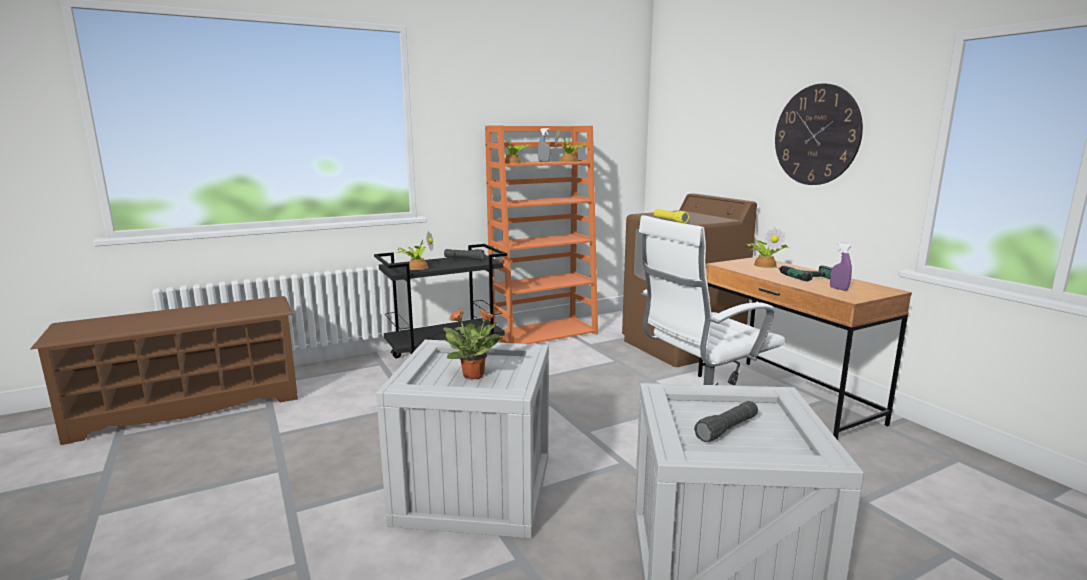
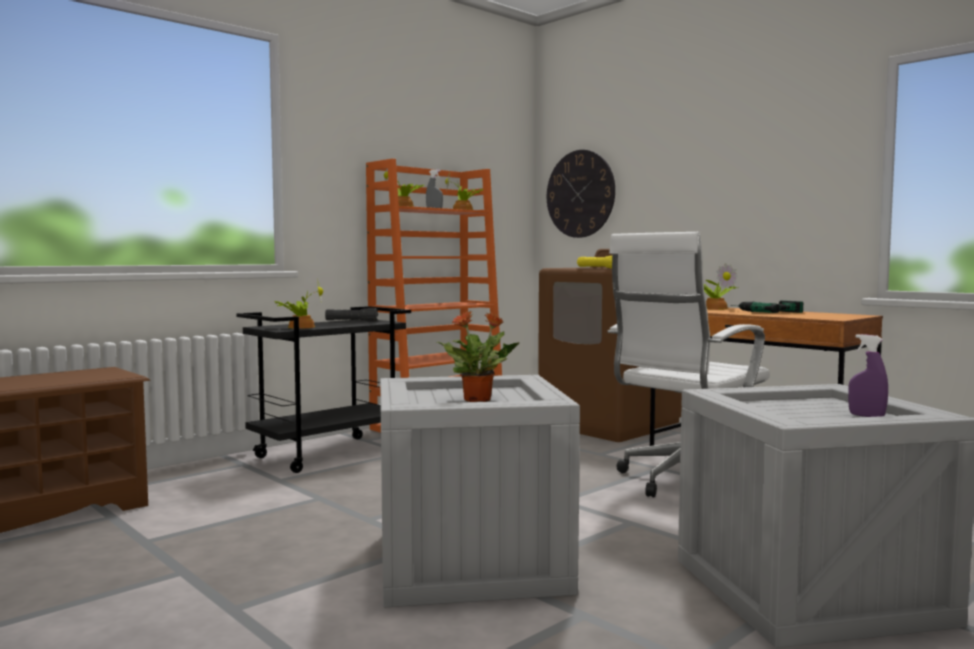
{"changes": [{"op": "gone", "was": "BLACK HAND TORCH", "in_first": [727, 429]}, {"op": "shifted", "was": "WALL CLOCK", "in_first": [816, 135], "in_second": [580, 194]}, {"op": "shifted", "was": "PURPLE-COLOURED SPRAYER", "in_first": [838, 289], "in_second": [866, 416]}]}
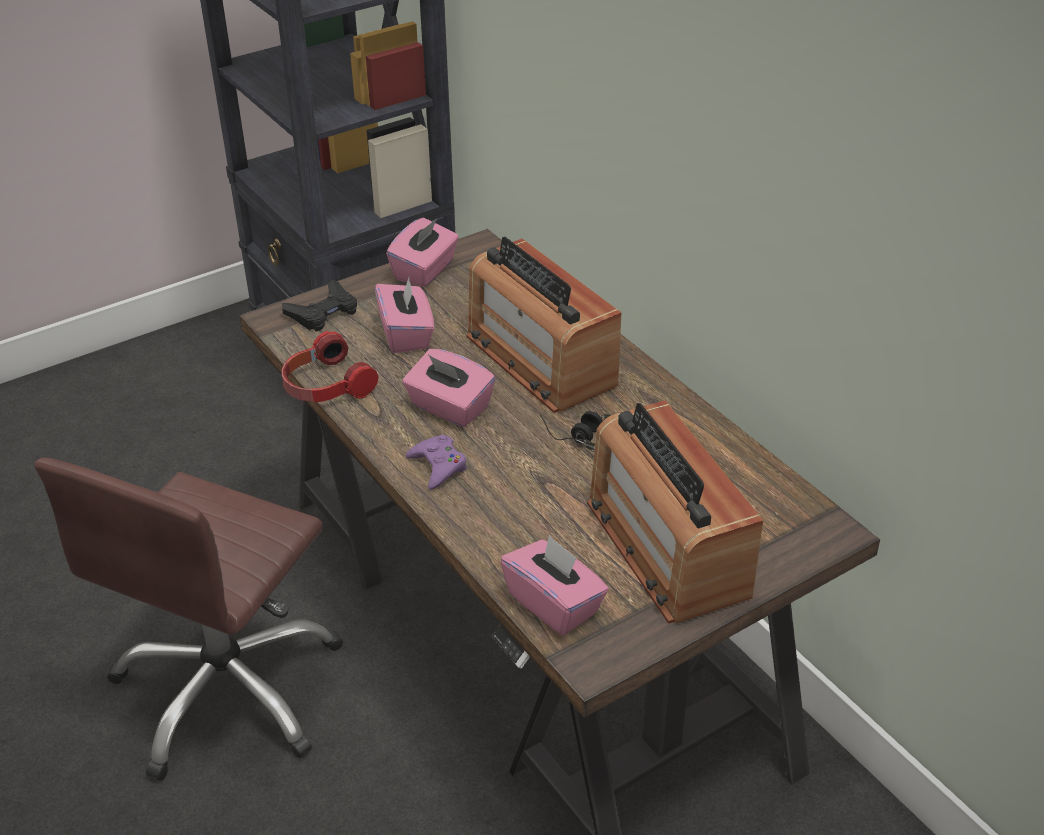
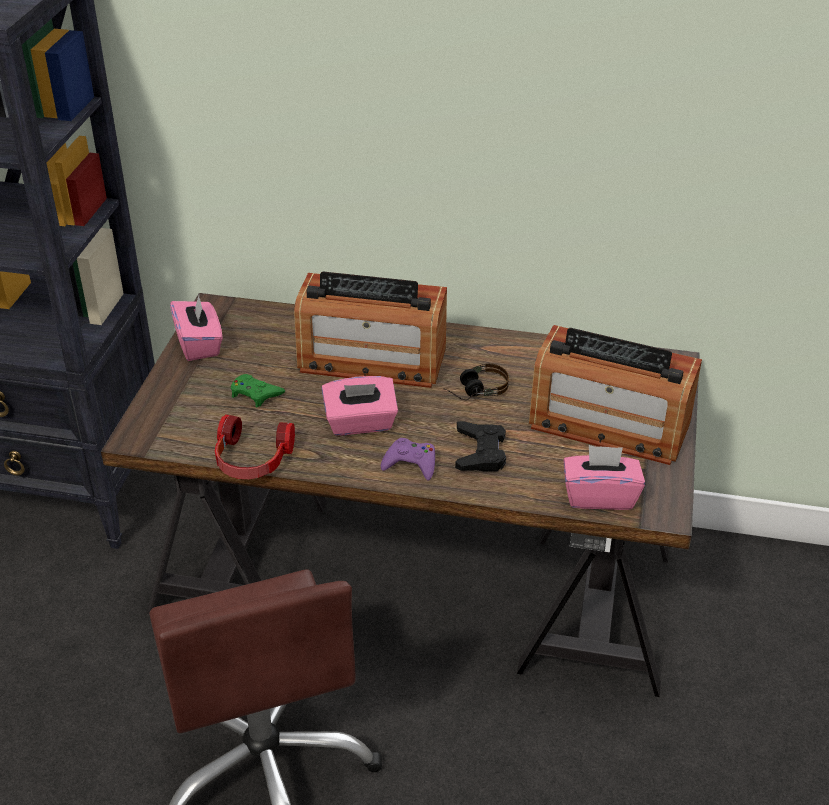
{"changes": [{"op": "shifted", "was": "BLACK GAME CONTROLLER", "in_first": [323, 312], "in_second": [480, 452]}, {"op": "swapped", "was": "PINK-COLOURED TISSUE BOX", "now": "GREEN GAME CONTROLLER", "in_first": [406, 334], "in_second": [255, 394]}]}
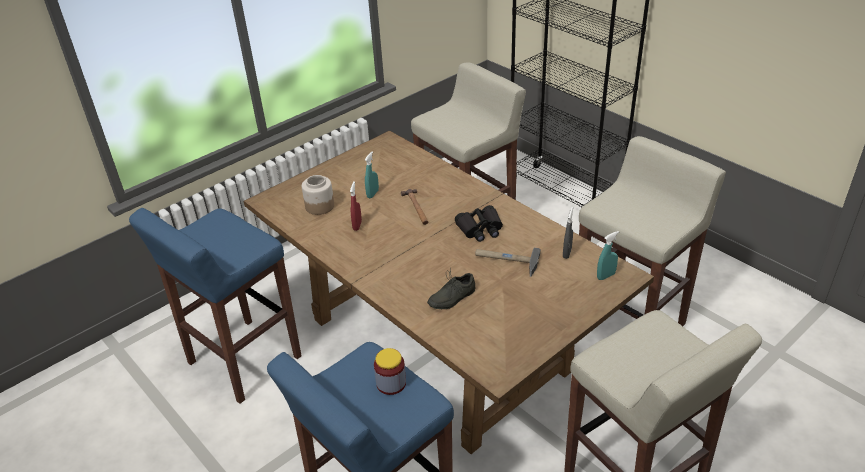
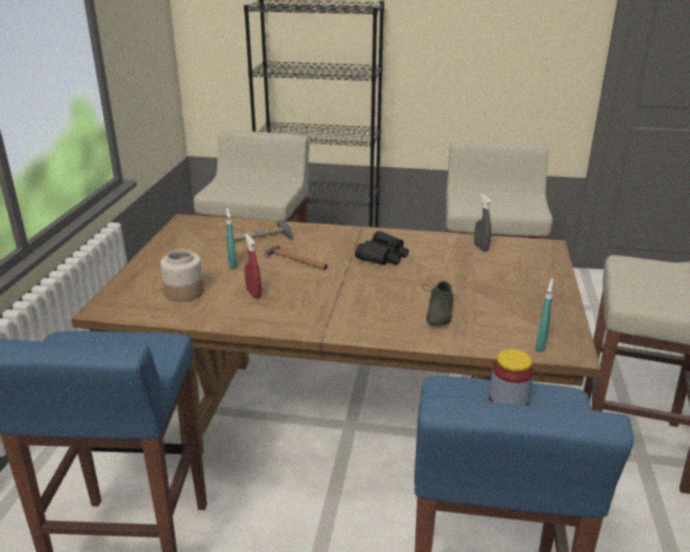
{"changes": [{"op": "shifted", "was": "HAND HAMMER", "in_first": [506, 260], "in_second": [259, 237]}, {"op": "shifted", "was": "TURQUOISE SPRAYER", "in_first": [606, 276], "in_second": [540, 345]}]}
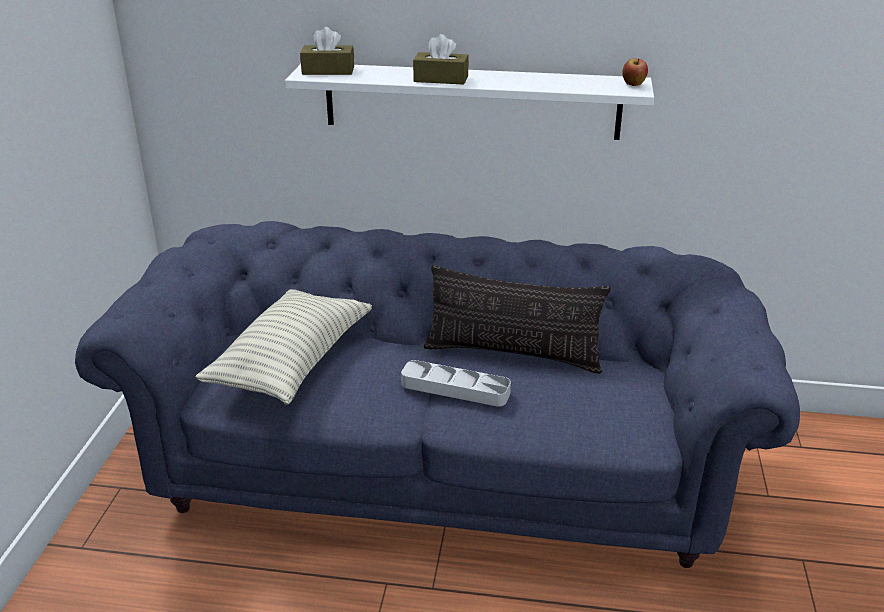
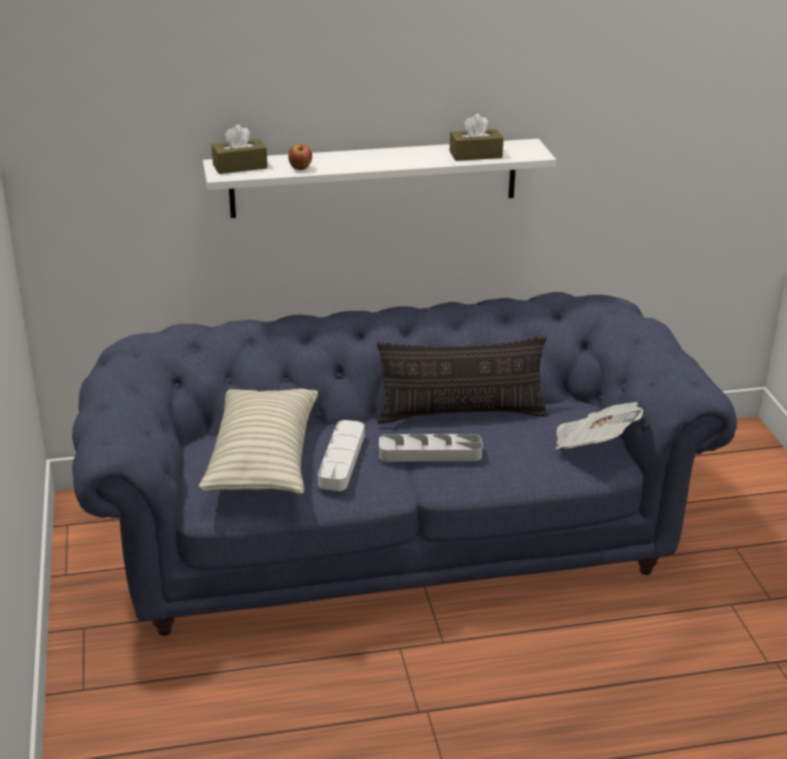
{"changes": [{"op": "new", "now": "WHITE TRAY", "in_second": [341, 460]}, {"op": "new", "now": "DAILY PAPER", "in_second": [593, 444]}, {"op": "shifted", "was": "BROWNISH TISSUE BOX", "in_first": [441, 79], "in_second": [475, 154]}, {"op": "shifted", "was": "APPLE FRUIT", "in_first": [633, 85], "in_second": [300, 168]}]}
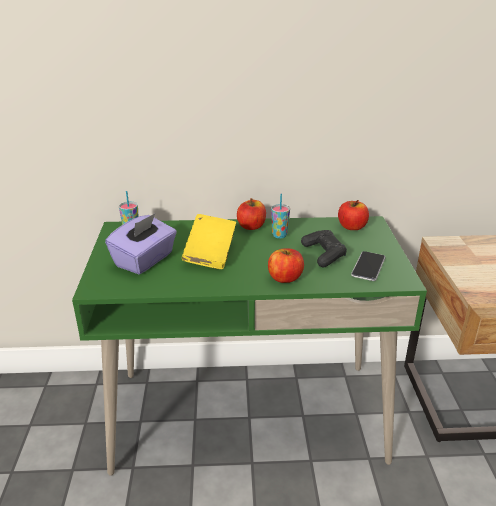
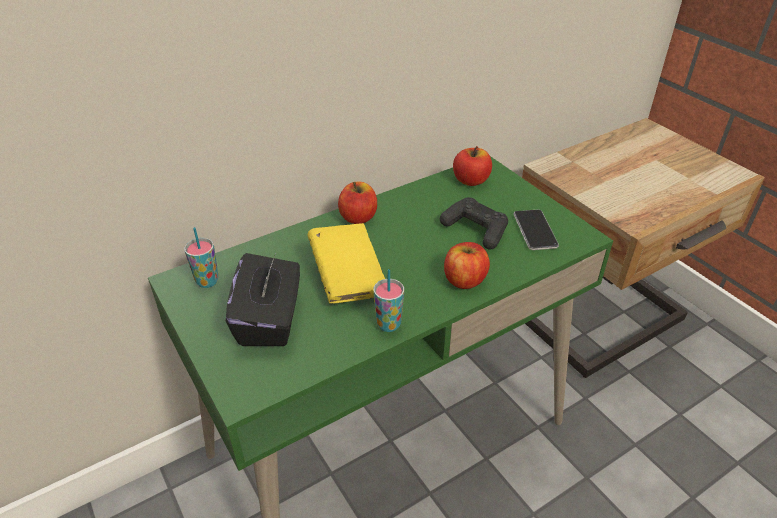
{"changes": [{"op": "shifted", "was": "DRINKING CUP", "in_first": [279, 235], "in_second": [388, 324]}, {"op": "repainted", "was": "PURPLE-COLOURED TISSUE BOX", "now": "BLACK TISSUE BOX", "in_first": [145, 260], "in_second": [270, 320]}]}
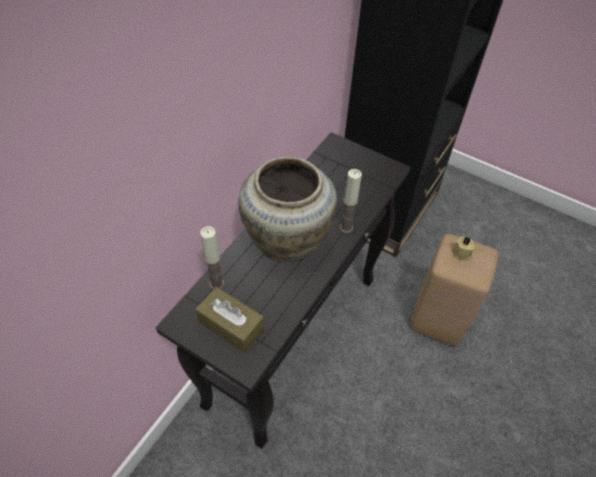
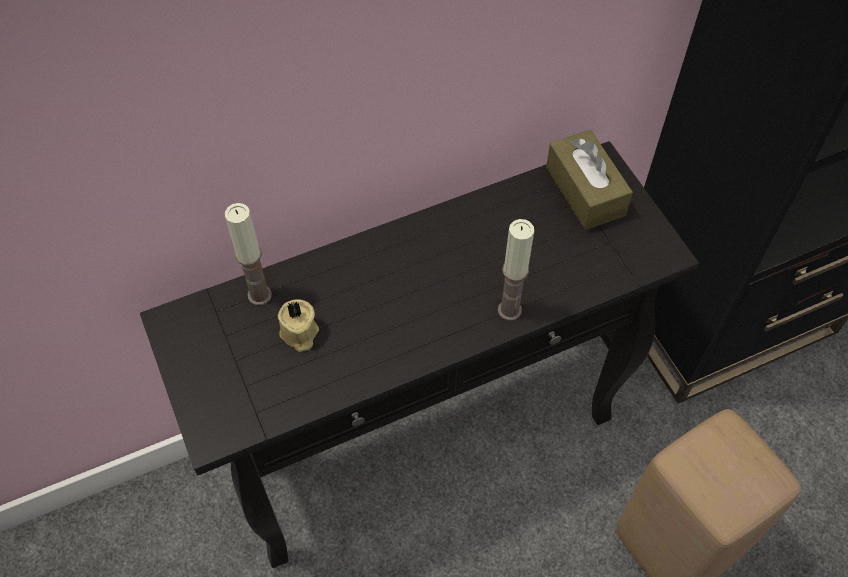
{"changes": [{"op": "gone", "was": "BEIGE FLOWER VASE", "in_first": [287, 239]}, {"op": "shifted", "was": "BROWNISH TISSUE BOX", "in_first": [231, 325], "in_second": [585, 191]}, {"op": "shifted", "was": "BEIGE CANDLE", "in_first": [462, 254], "in_second": [299, 334]}]}
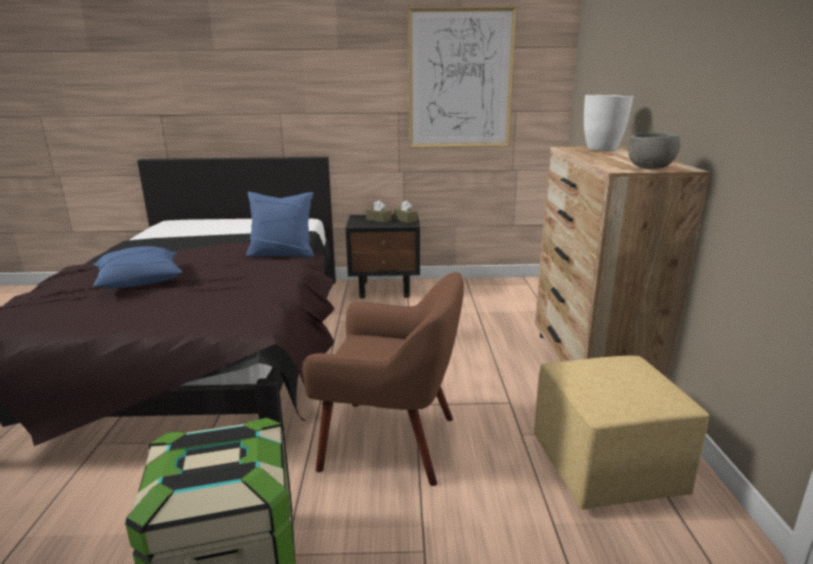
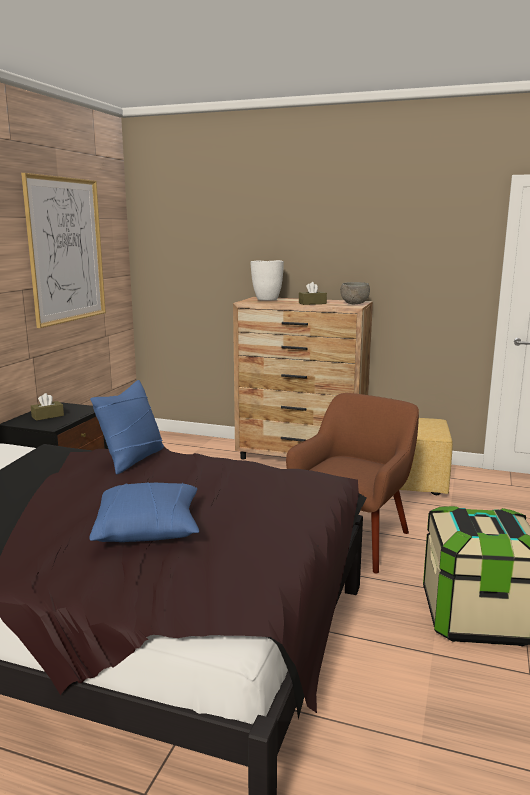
{"changes": [{"op": "shifted", "was": "BROWNISH TISSUE BOX", "in_first": [405, 220], "in_second": [312, 303]}]}
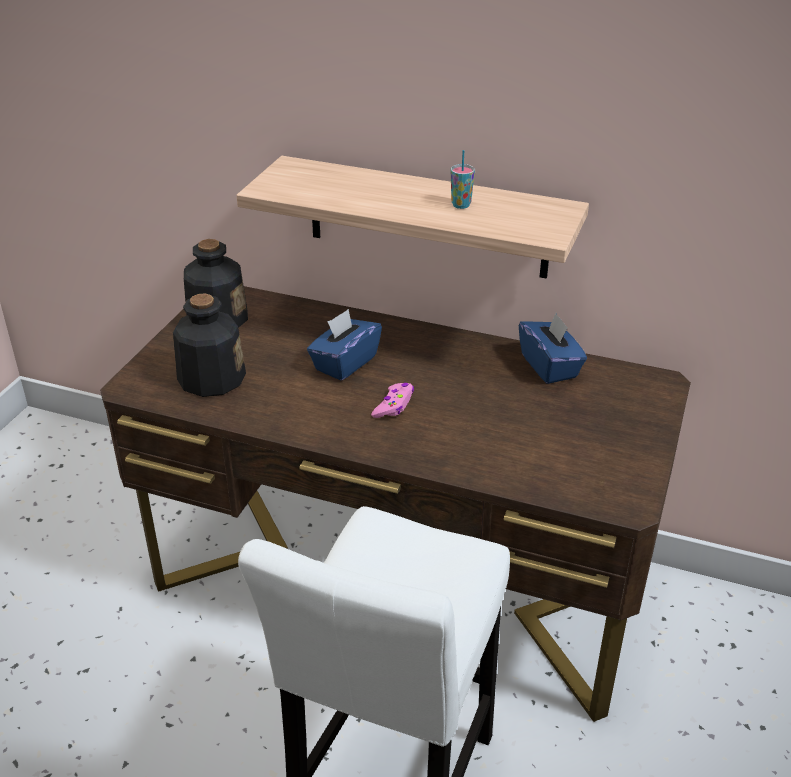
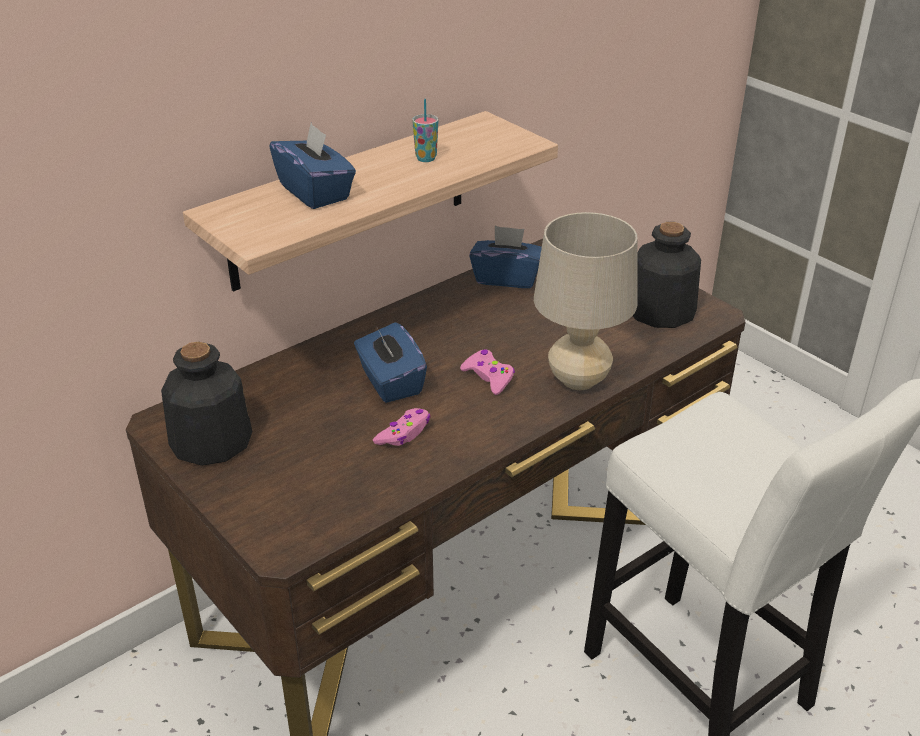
{"changes": [{"op": "new", "now": "BLUISH TISSUE BOX", "in_second": [315, 192]}, {"op": "new", "now": "PINK-COLOURED GAME CONTROLLER", "in_second": [404, 433]}, {"op": "new", "now": "BEIGE LAMP FOR A TABLE", "in_second": [578, 380]}, {"op": "shifted", "was": "DRINK BOTTLE", "in_first": [211, 378], "in_second": [660, 311]}]}
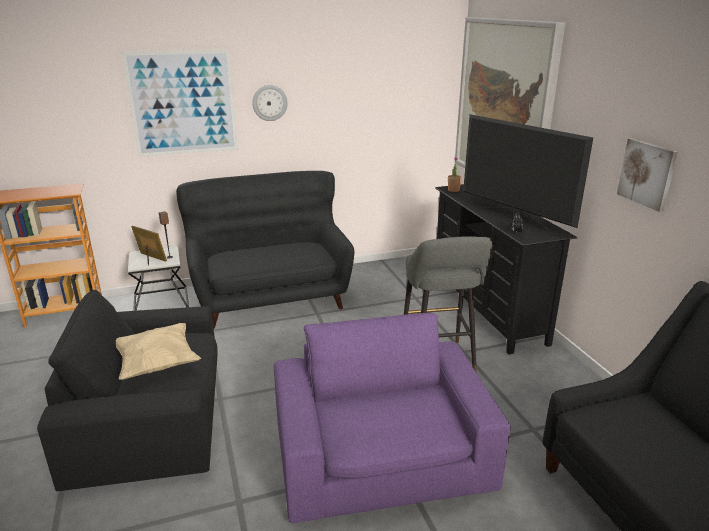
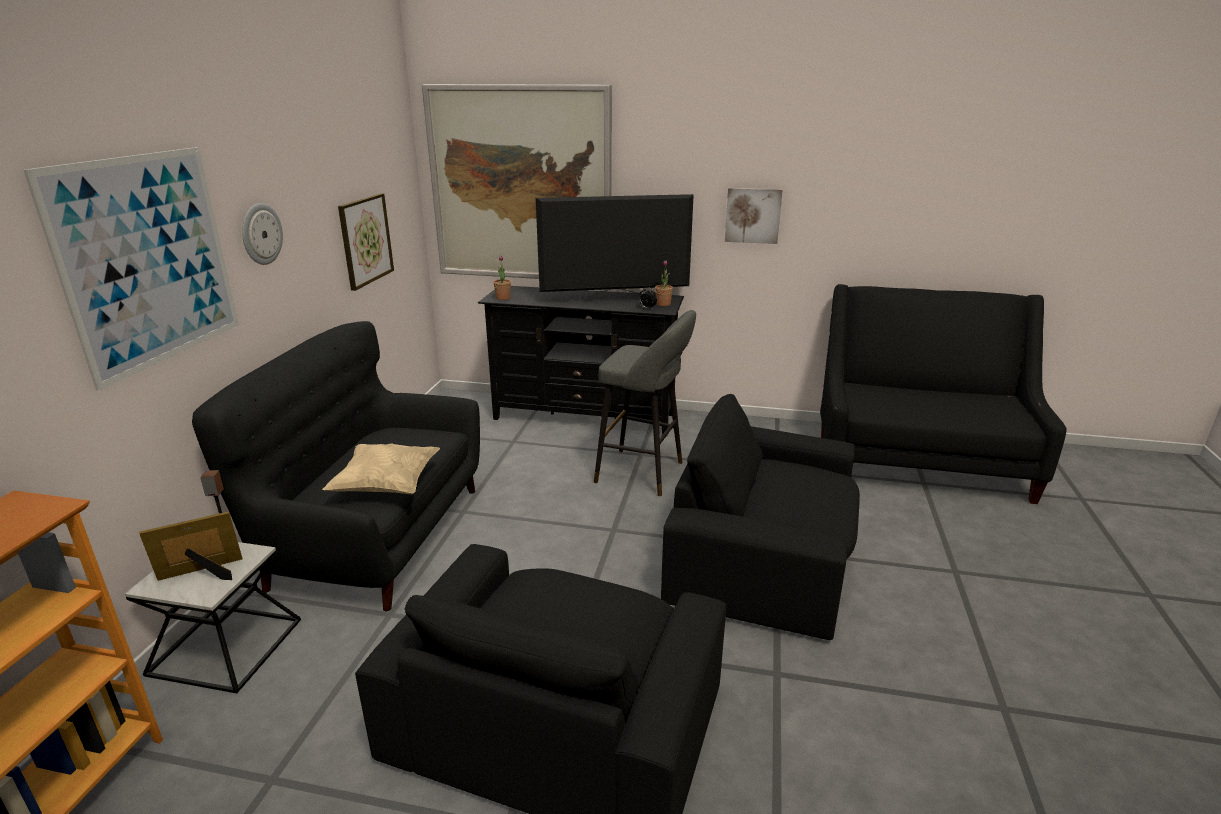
{"changes": [{"op": "new", "now": "WALL ART", "in_second": [365, 240]}, {"op": "new", "now": "POTTED PLANT", "in_second": [663, 304]}, {"op": "shifted", "was": "BEIGE CUSHION", "in_first": [157, 364], "in_second": [386, 486]}, {"op": "repainted", "was": "PURPLE-COLOURED ARMCHAIR", "now": "BLACK ARMCHAIR", "in_first": [382, 456], "in_second": [763, 555]}]}
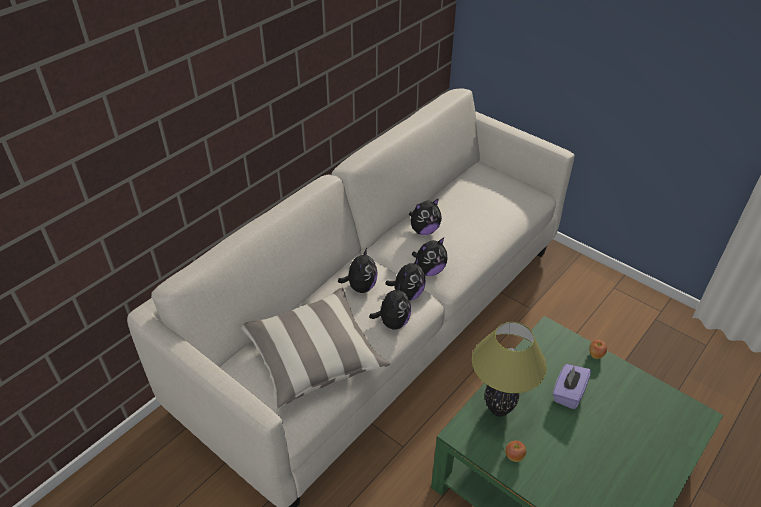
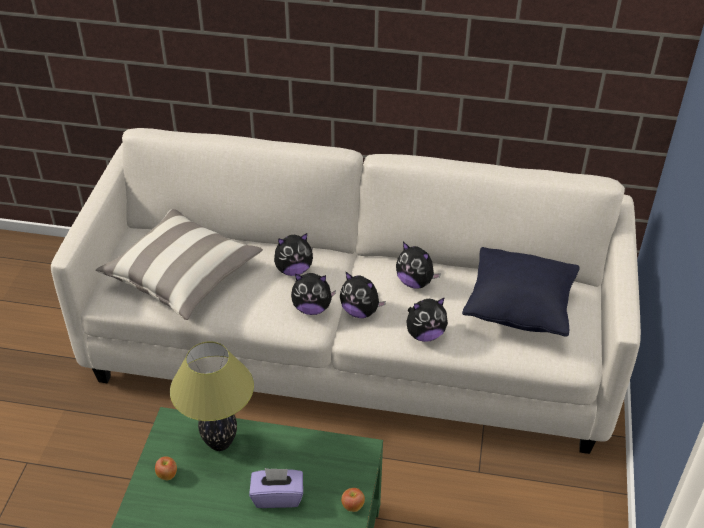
{"changes": [{"op": "new", "now": "BLACK CUSHION", "in_second": [518, 310]}, {"op": "shifted", "was": "SOFT TOY", "in_first": [392, 322], "in_second": [425, 334]}]}
